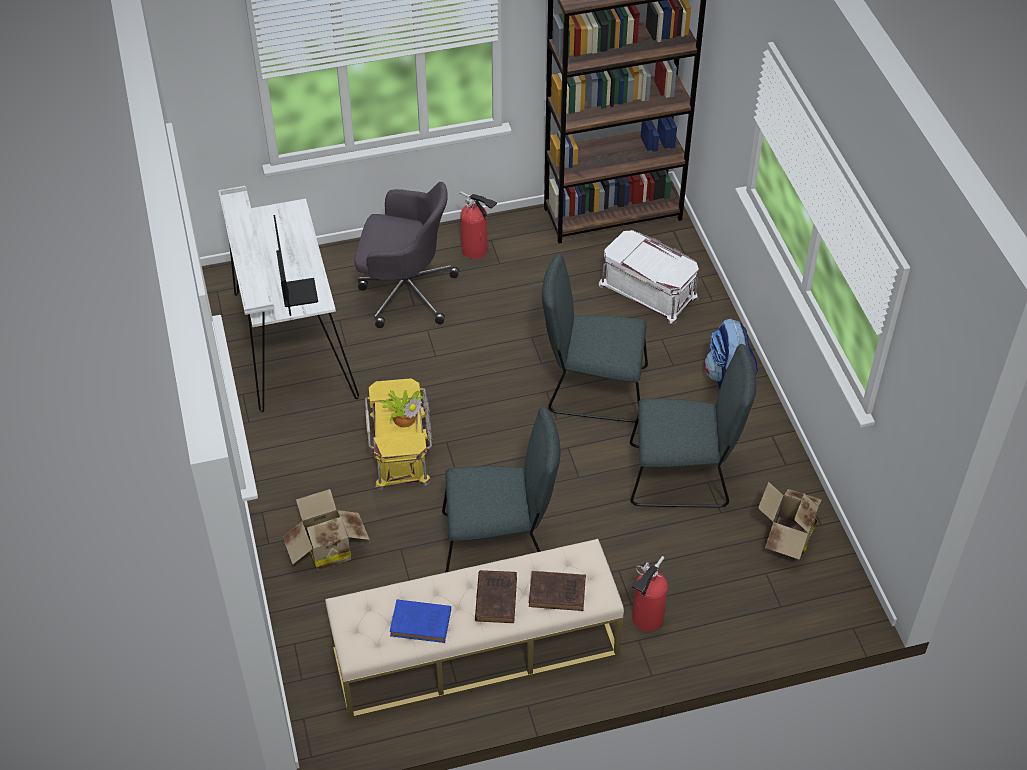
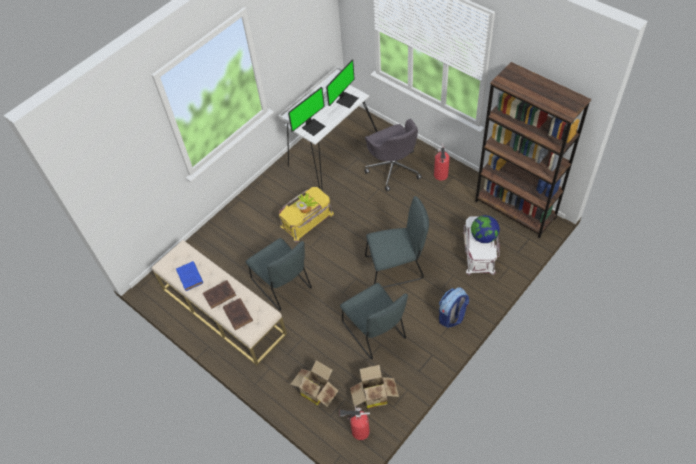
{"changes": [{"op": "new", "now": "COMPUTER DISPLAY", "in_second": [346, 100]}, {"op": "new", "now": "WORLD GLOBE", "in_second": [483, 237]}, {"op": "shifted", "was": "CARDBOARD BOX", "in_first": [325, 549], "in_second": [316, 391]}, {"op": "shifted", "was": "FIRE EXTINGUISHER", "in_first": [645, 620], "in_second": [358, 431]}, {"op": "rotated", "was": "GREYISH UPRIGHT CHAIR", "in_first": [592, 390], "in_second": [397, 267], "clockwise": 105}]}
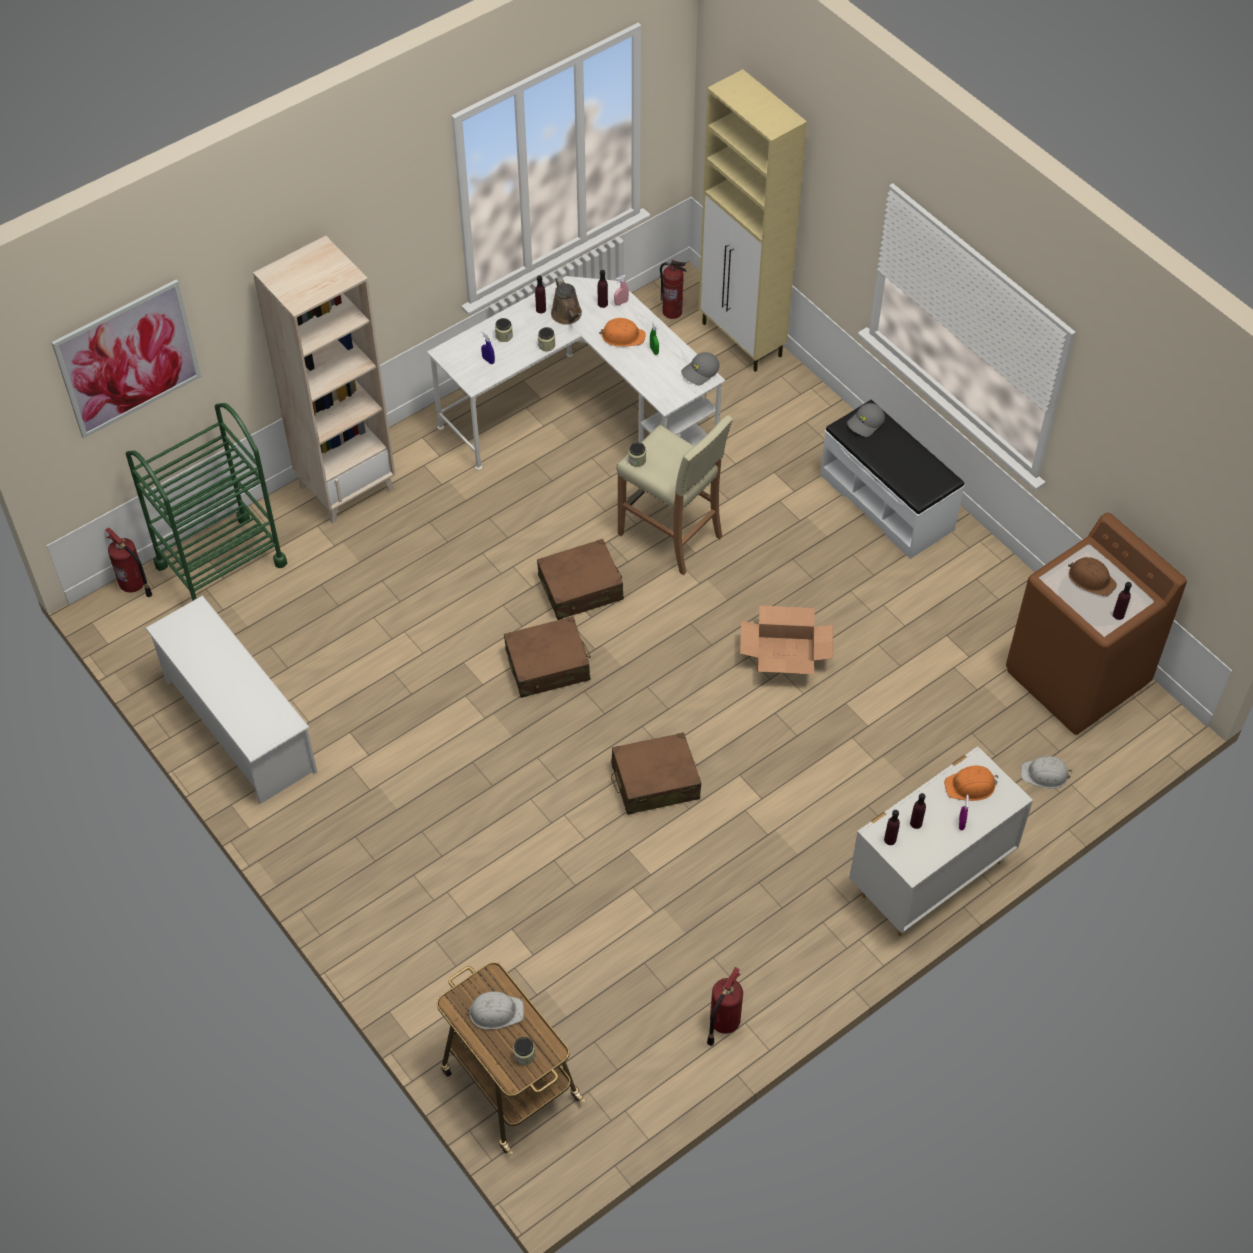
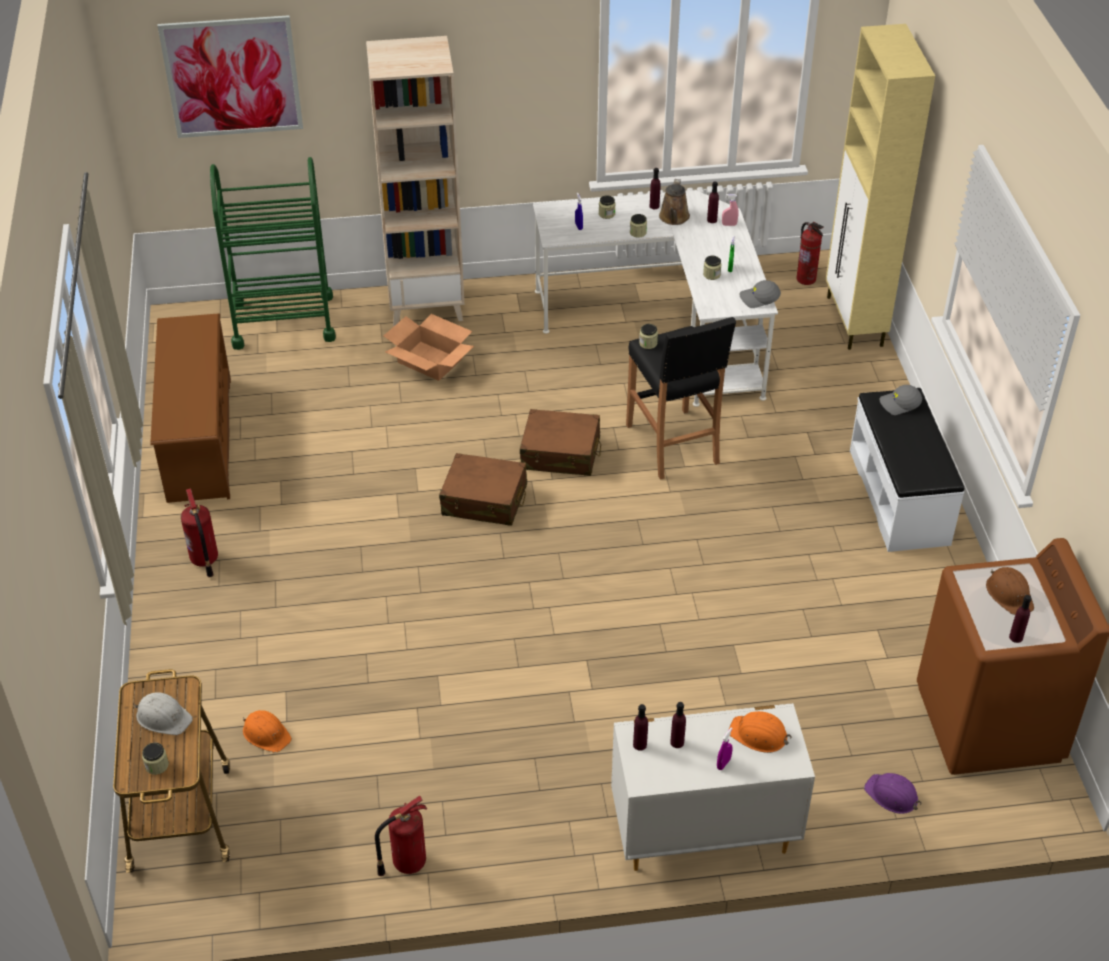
{"changes": [{"op": "gone", "was": "BROWNISH TRAVEL CASE", "in_first": [655, 782]}, {"op": "new", "now": "JAR", "in_second": [711, 275]}, {"op": "shifted", "was": "FIRE EXTINGUISHER", "in_first": [134, 585], "in_second": [204, 560]}, {"op": "shifted", "was": "ORANGE SAFETY HELMET", "in_first": [622, 336], "in_second": [266, 733]}, {"op": "shifted", "was": "CARDBOARD BOX", "in_first": [784, 655], "in_second": [429, 360]}, {"op": "repainted", "was": "WHITE SHOE RACK", "now": "BROWNISH SHOE RACK", "in_first": [239, 725], "in_second": [199, 439]}, {"op": "repainted", "was": "BEIGE STOOL", "now": "BLACK STOOL", "in_first": [671, 536], "in_second": [673, 445]}, {"op": "repainted", "was": "WHITE SAFETY HELMET", "now": "PURPLE-COLOURED SAFETY HELMET", "in_first": [1045, 774], "in_second": [892, 795]}]}
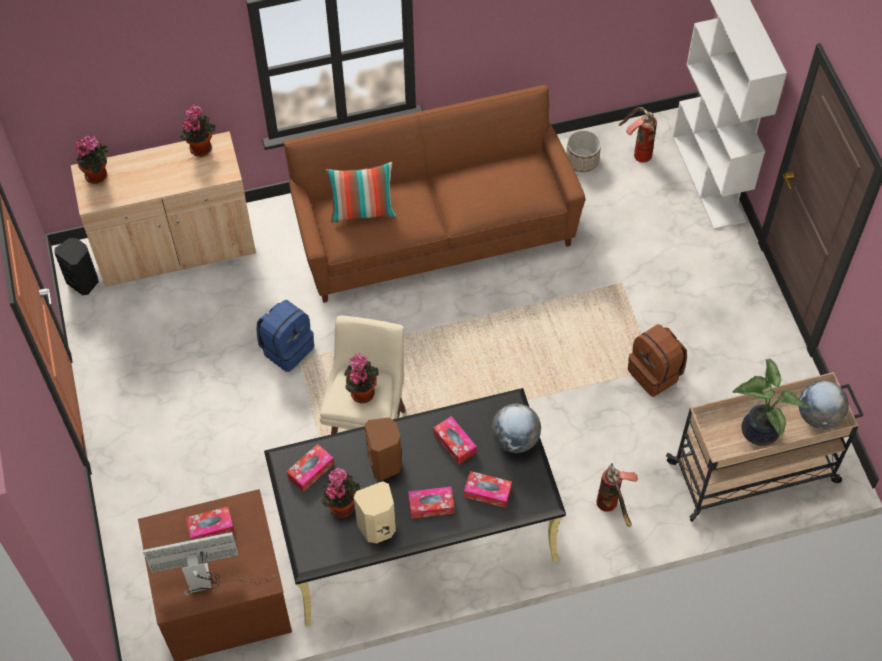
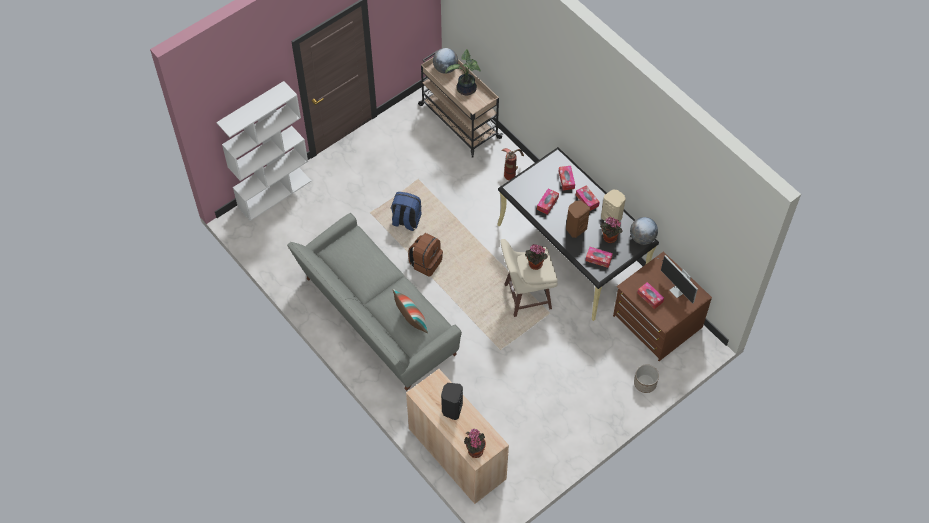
{"changes": [{"op": "gone", "was": "POTTED PLANT", "in_first": [200, 146]}, {"op": "gone", "was": "FIRE EXTINGUISHER", "in_first": [636, 152]}, {"op": "shifted", "was": "BLACK SPEAKER", "in_first": [84, 281], "in_second": [451, 409]}, {"op": "shifted", "was": "BLUISH KNAPSACK", "in_first": [287, 348], "in_second": [406, 221]}, {"op": "shifted", "was": "WORLD GLOBE", "in_first": [515, 439], "in_second": [642, 238]}, {"op": "shifted", "was": "PLANTER", "in_first": [581, 160], "in_second": [645, 383]}, {"op": "shifted", "was": "BROWNISH KNAPSACK", "in_first": [655, 373], "in_second": [426, 262]}, {"op": "repainted", "was": "BROWNISH SOFA", "now": "GREYISH SOFA", "in_first": [433, 229], "in_second": [376, 318]}]}
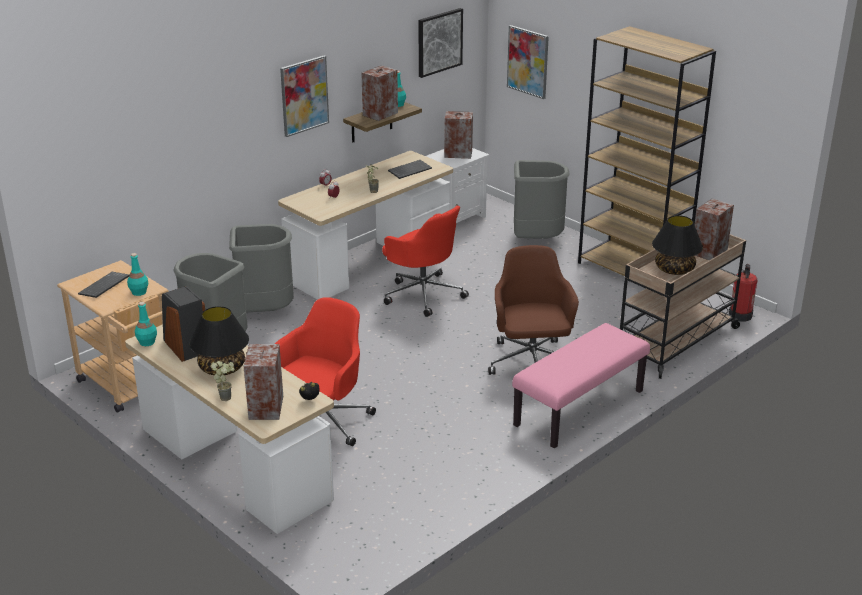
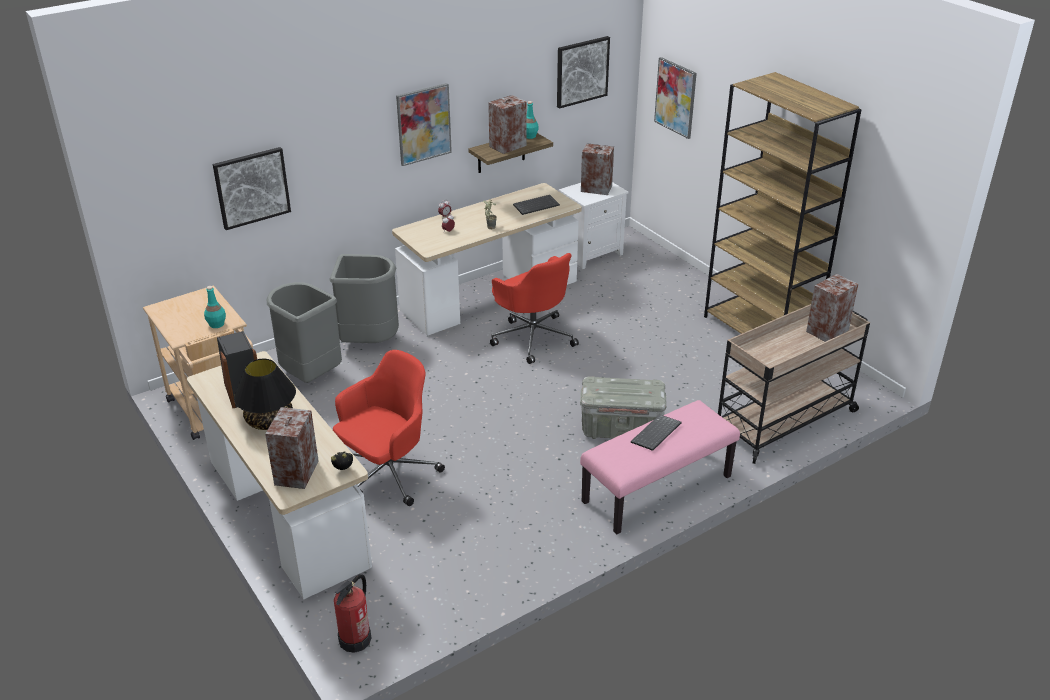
{"changes": [{"op": "gone", "was": "TURQUOISE DRINK BOTTLE", "in_first": [147, 342]}, {"op": "gone", "was": "POTTED PLANT", "in_first": [226, 396]}, {"op": "gone", "was": "GREYISH TRASH CAN", "in_first": [536, 239]}, {"op": "gone", "was": "BLACK LAMP FOR A TABLE", "in_first": [674, 269]}, {"op": "new", "now": "WALL ART", "in_second": [252, 187]}, {"op": "shifted", "was": "PC KEYBOARD", "in_first": [104, 286], "in_second": [656, 434]}, {"op": "shifted", "was": "FIRE EXTINGUISHER", "in_first": [740, 315], "in_second": [355, 639]}, {"op": "swapped", "was": "BROWNISH COMPUTER CHAIR", "now": "GREYISH STORAGE BOX", "in_first": [531, 362], "in_second": [621, 429]}]}
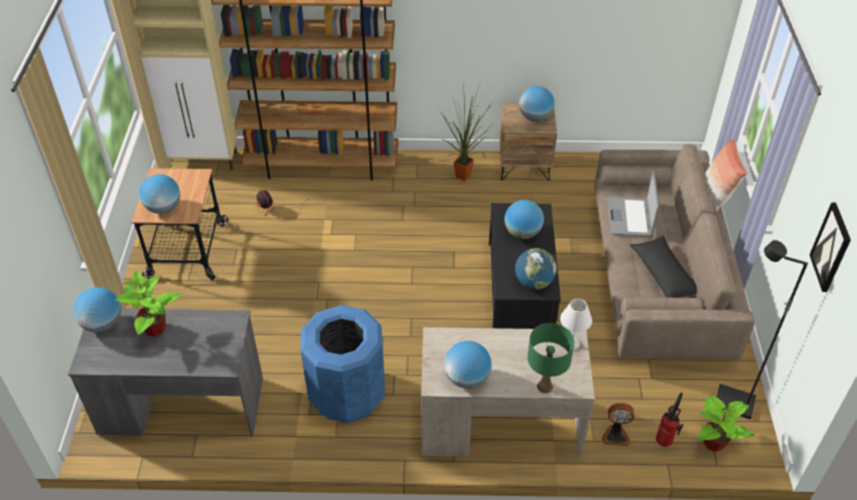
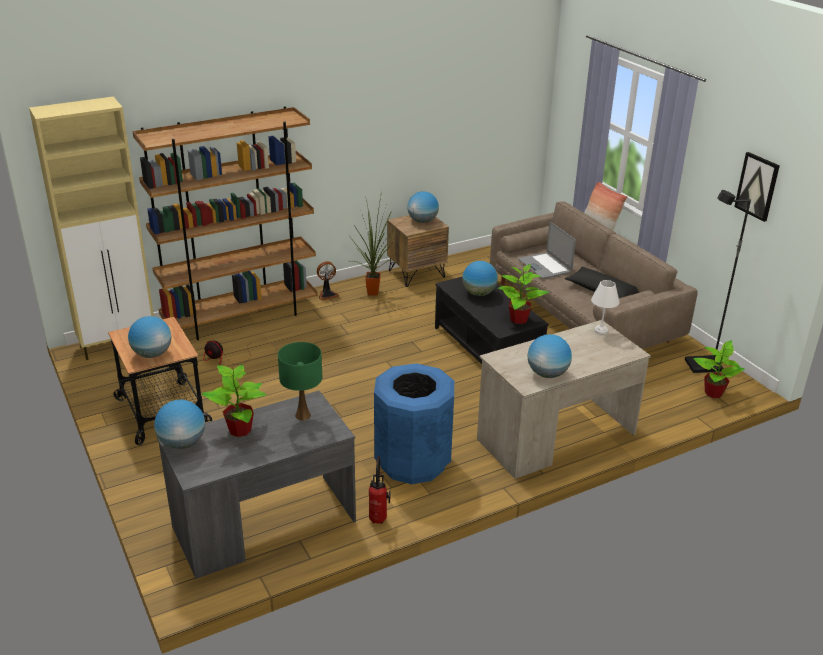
{"changes": [{"op": "shifted", "was": "GREEN LAMP FOR A TABLE", "in_first": [544, 386], "in_second": [302, 415]}, {"op": "shifted", "was": "FAN", "in_first": [616, 435], "in_second": [327, 295]}, {"op": "shifted", "was": "FIRE EXTINGUISHER", "in_first": [665, 439], "in_second": [379, 517]}, {"op": "swapped", "was": "WORLD GLOBE", "now": "POTTED PLANT", "in_first": [534, 282], "in_second": [518, 319]}]}
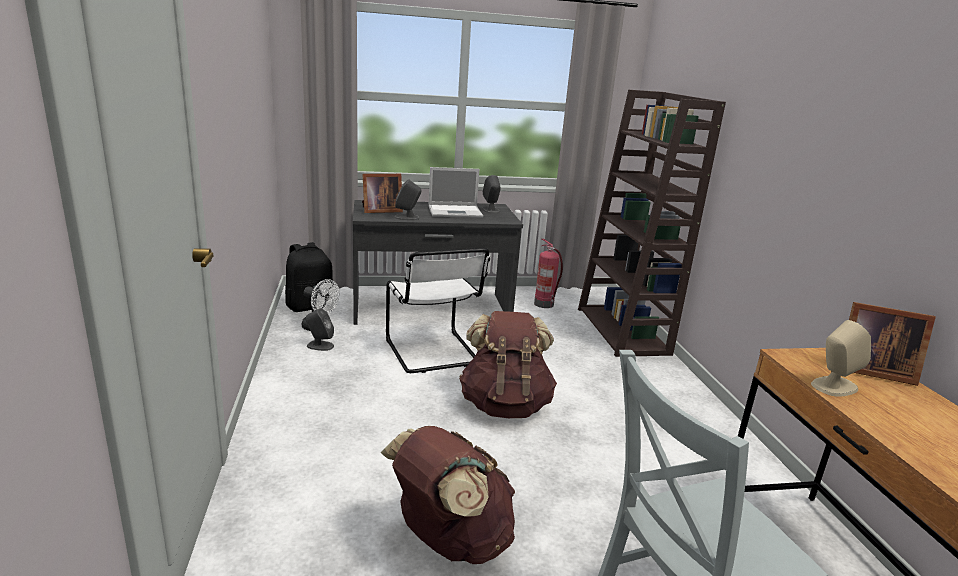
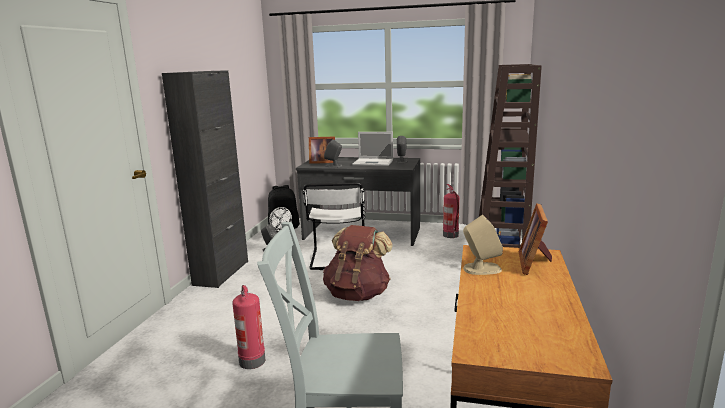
{"changes": [{"op": "new", "now": "BLACK CUPBOARD", "in_second": [221, 273]}, {"op": "swapped", "was": "BROWNISH KNAPSACK", "now": "FIRE EXTINGUISHER", "in_first": [450, 540], "in_second": [251, 360]}, {"op": "rotated", "was": "PHOTO FRAME", "in_first": [869, 370], "in_second": [535, 263], "clockwise": 60}]}
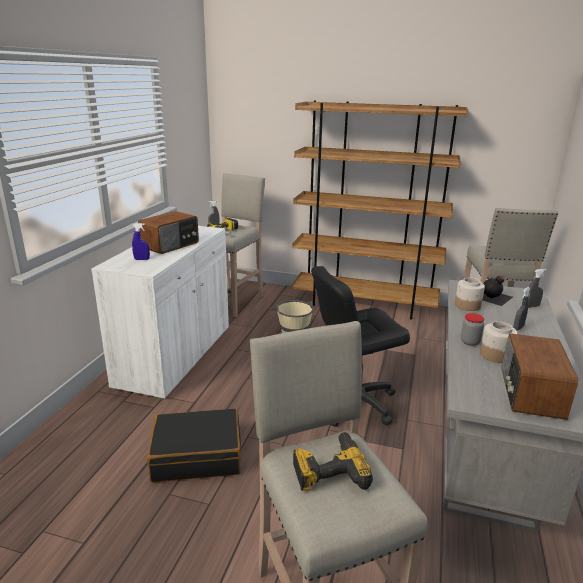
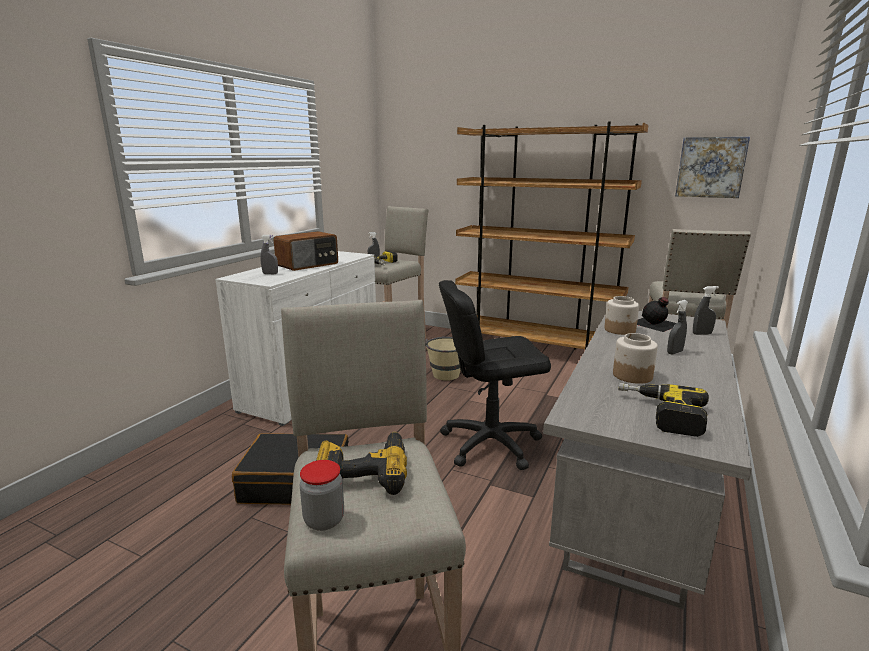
{"changes": [{"op": "new", "now": "WALL ART", "in_second": [710, 167]}, {"op": "shifted", "was": "JAR", "in_first": [470, 342], "in_second": [324, 520]}, {"op": "swapped", "was": "RADIO", "now": "POWER DRILL", "in_first": [529, 393], "in_second": [660, 414]}, {"op": "repainted", "was": "BLUISH SPRAYER", "now": "GREYISH SPRAYER", "in_first": [142, 259], "in_second": [270, 274]}]}
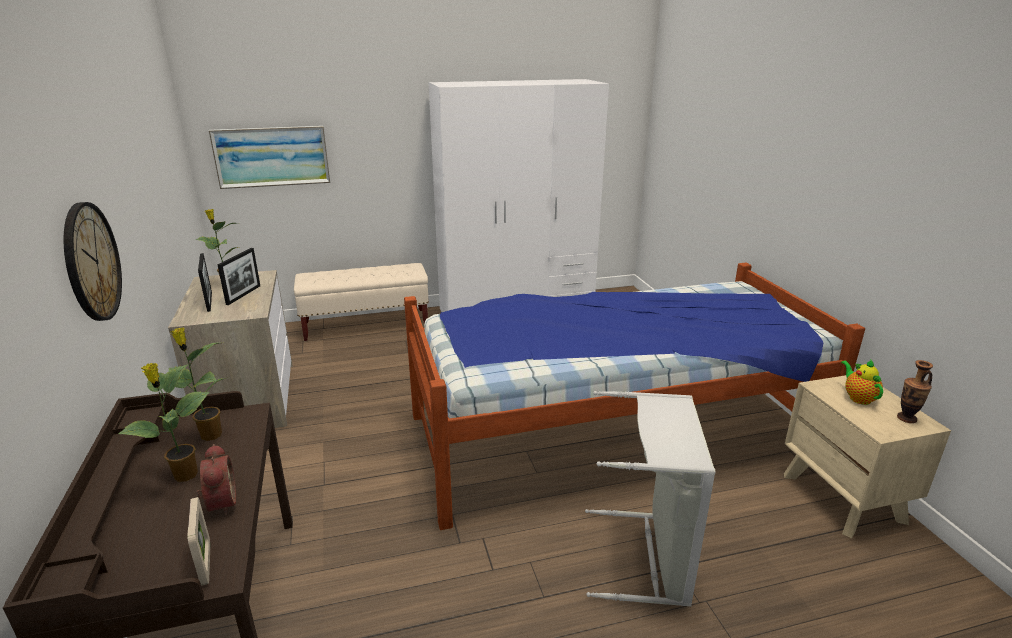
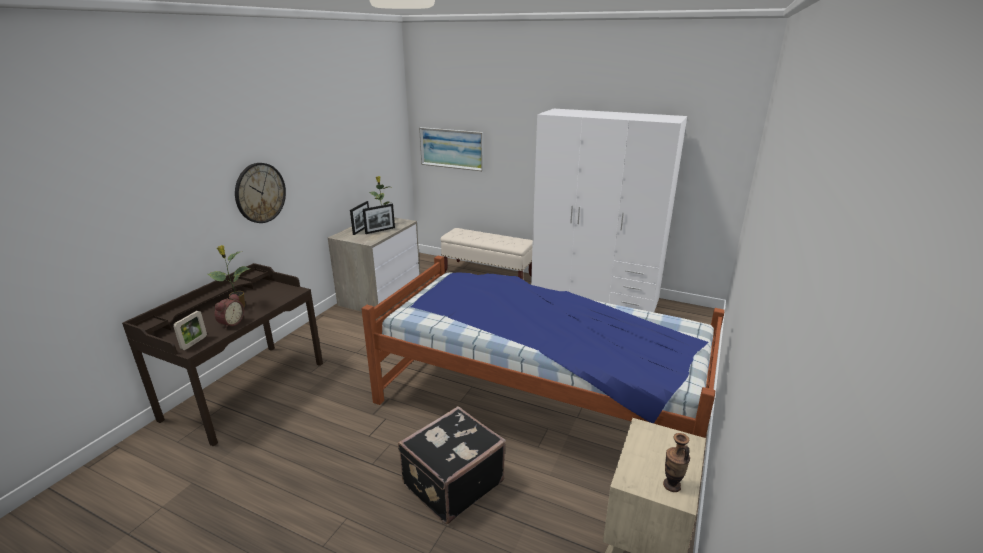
{"changes": [{"op": "gone", "was": "POTTED PLANT", "in_first": [209, 435]}, {"op": "gone", "was": "TEAPOT", "in_first": [858, 398]}, {"op": "swapped", "was": "GREYISH HAMPER", "now": "BLACK TRAVEL CASE", "in_first": [649, 557], "in_second": [451, 482]}]}
